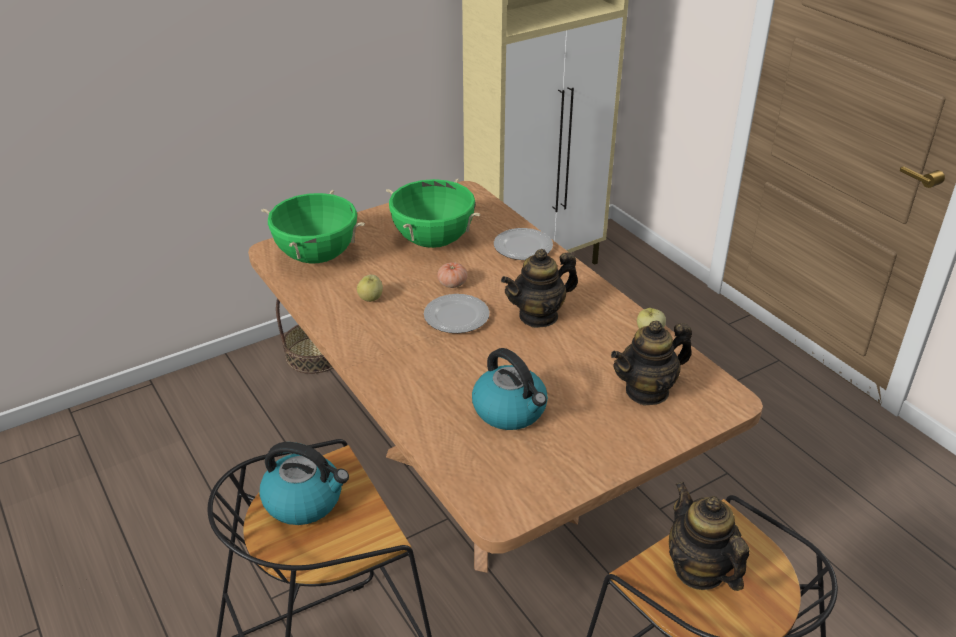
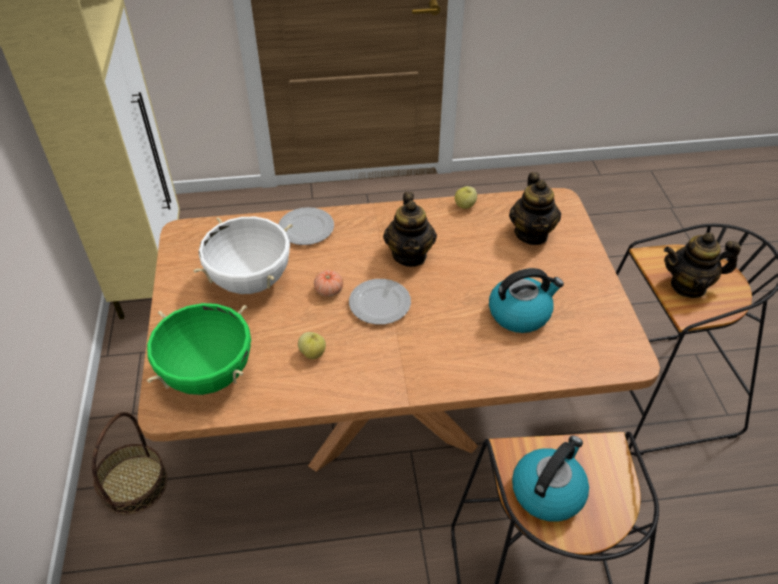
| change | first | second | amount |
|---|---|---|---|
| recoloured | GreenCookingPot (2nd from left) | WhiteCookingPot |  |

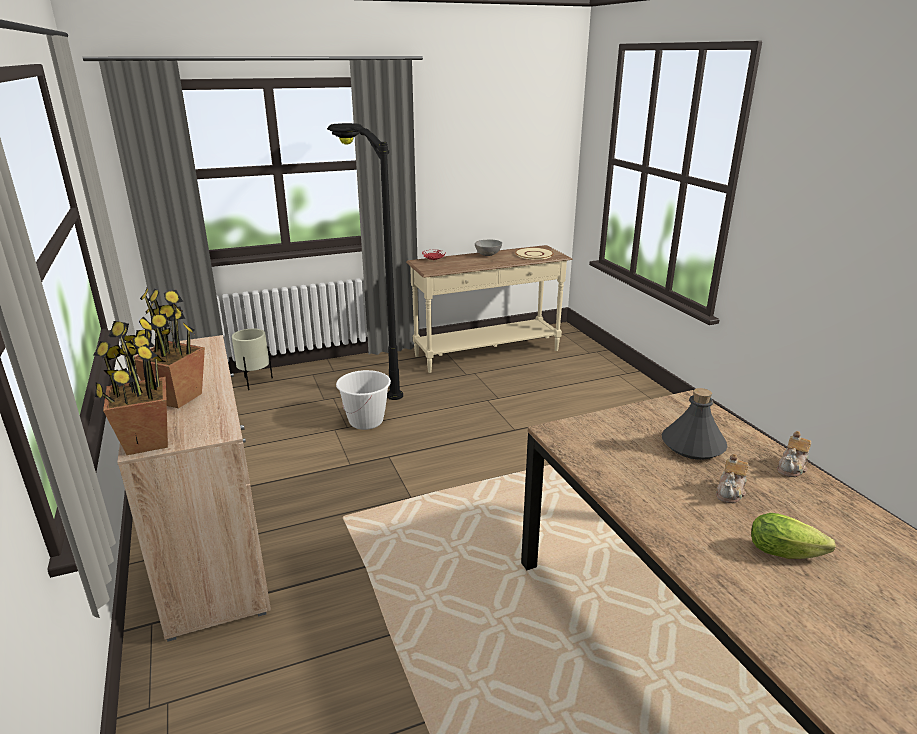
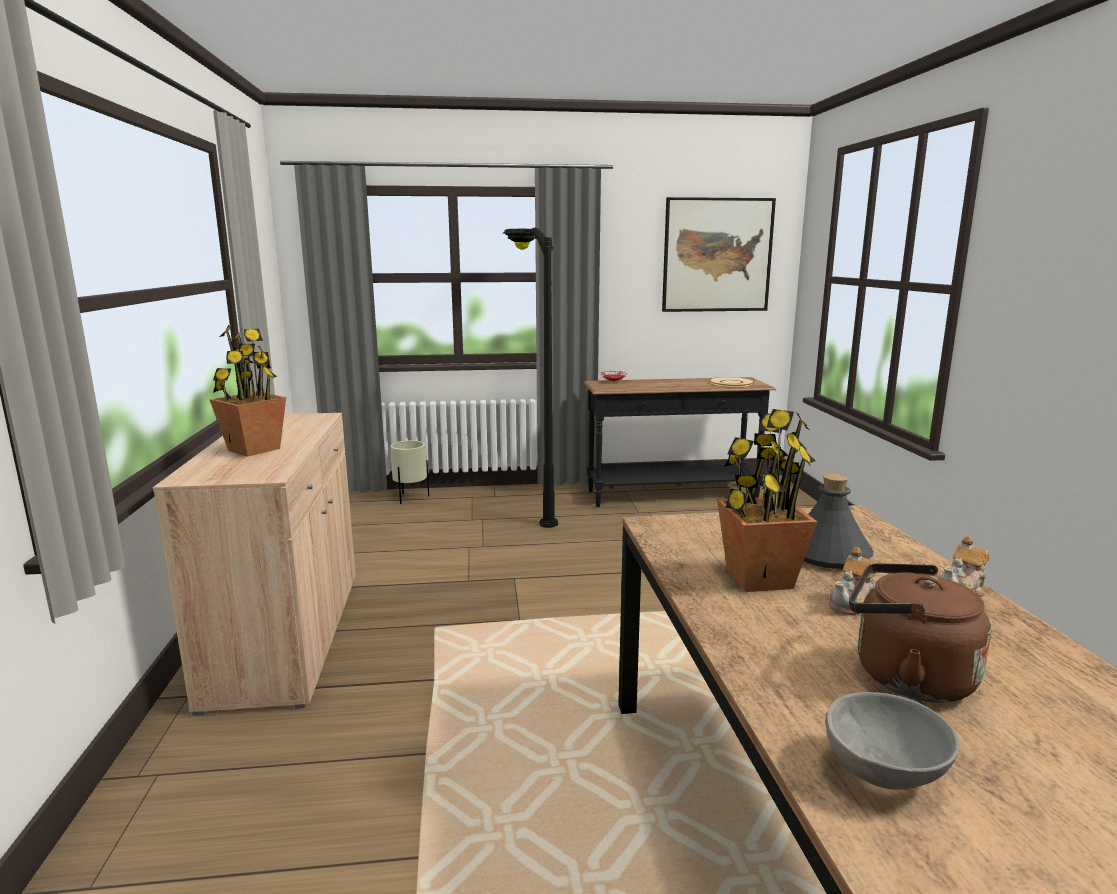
| change | first | second | amount |
|---|---|---|---|
| removed | WhiteBucket |  |  |
| added |  | Picture |  |
| moved | PottedPlant (1st from left in the first image) | PottedPlant (2nd from left) |  |
| moved | GreyBowl |  |  |
| replaced | Lettuce | BrownKettle |  |
| recoloured | BeigeConsoleTable | BlackConsoleTable |  |

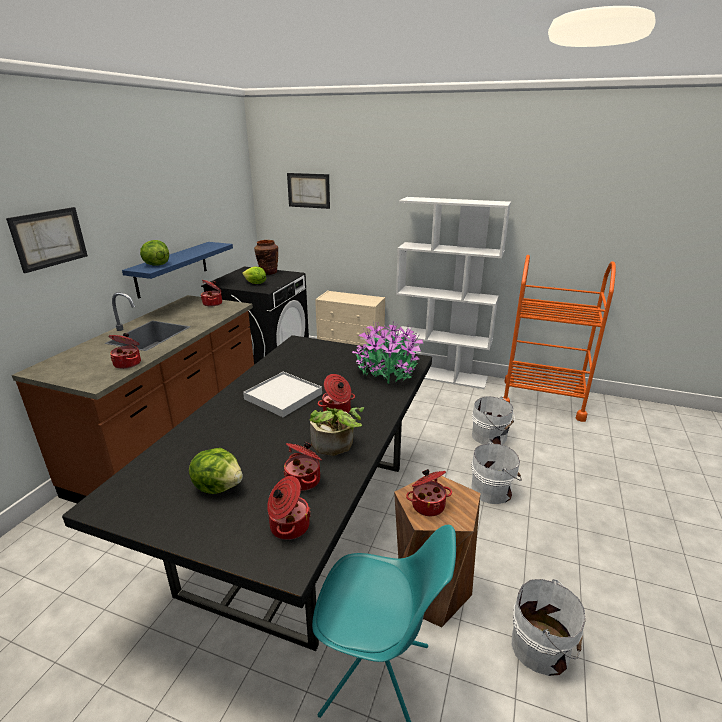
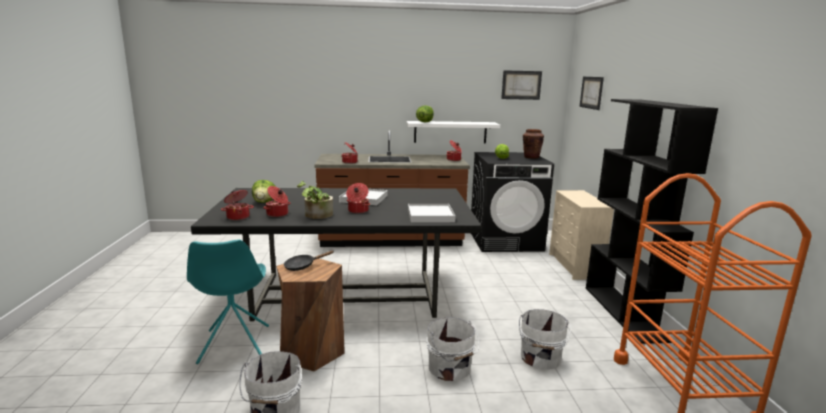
| change | first | second | amount |
|---|---|---|---|
| moved | Picture (1st from left) |  |  |
| replaced | PottedPlant (2nd from left) | WhiteTray (2nd from left) |  |
| replaced | CookingPot (6th from left) | BlackFryingPan |  |
| recoloured | BlueShelf | WhiteShelf |  |
| recoloured | WhiteBookcase | BlackBookcase |  |

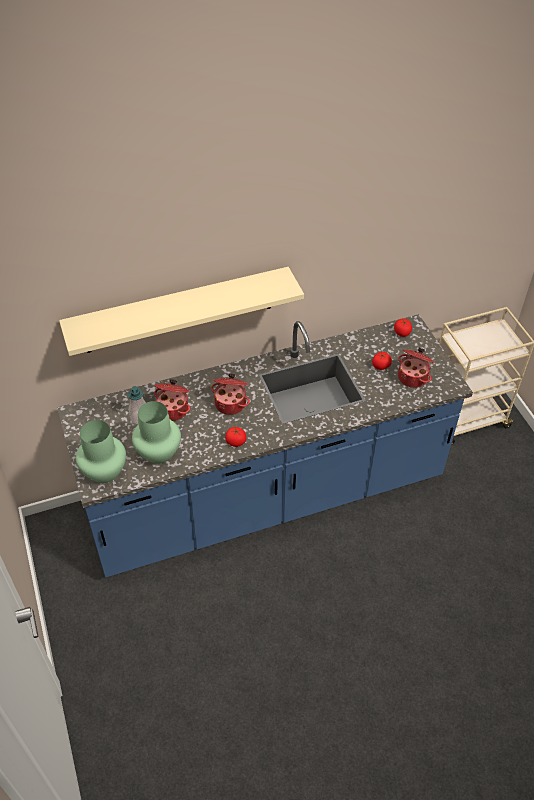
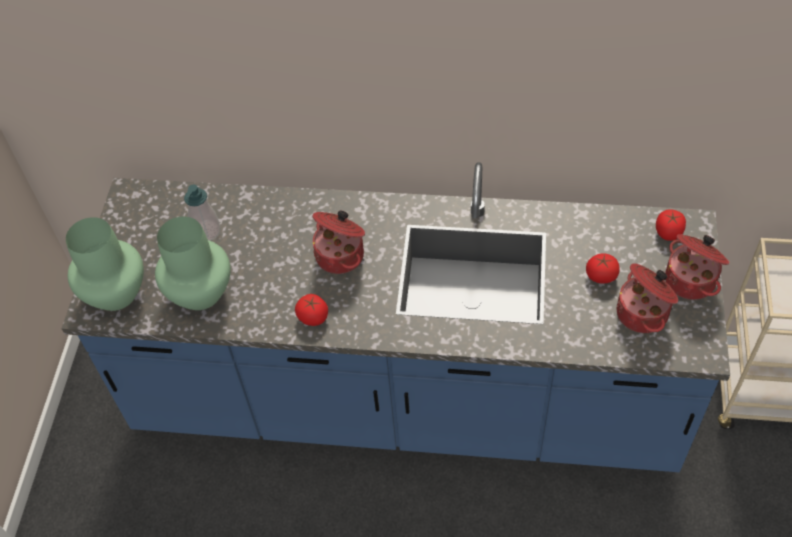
| change | first | second | amount |
|---|---|---|---|
| removed | BeigeShelf |  |  |
| moved | CookingPot (1st from left in the first image) | CookingPot (3rd from left) |  |

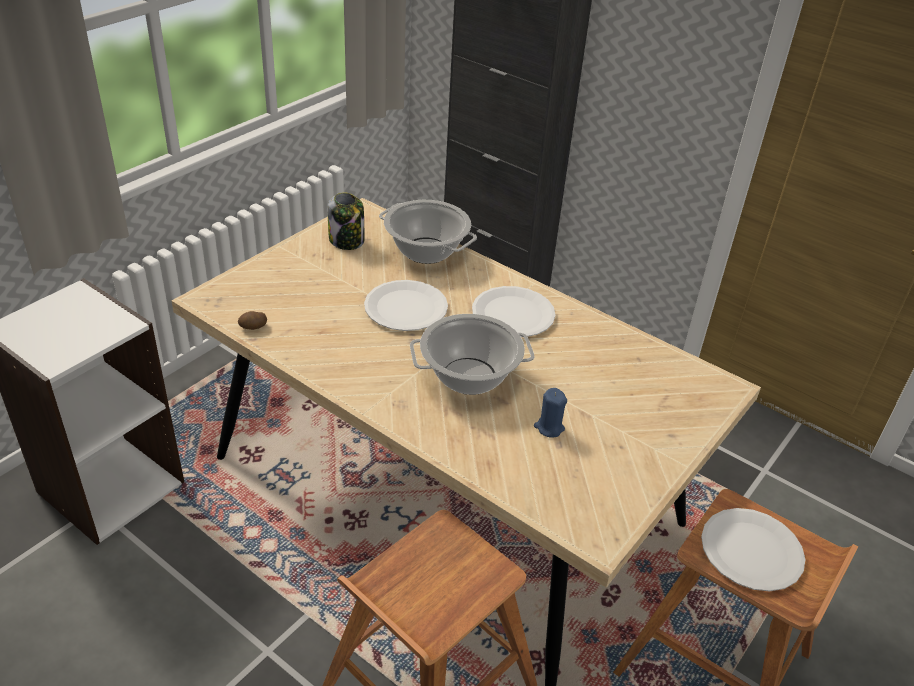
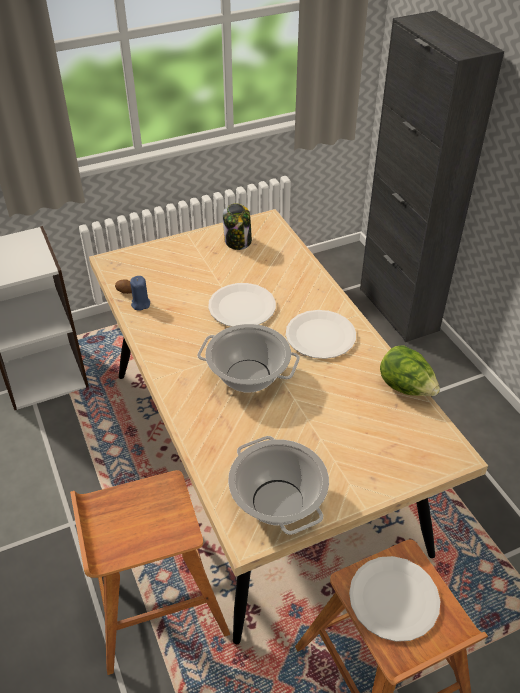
| change | first | second | amount |
|---|---|---|---|
| added |  | Lettuce |  |
| moved | CookingPot (1st from left in the first image) | CookingPot (2nd from left) |  |
| moved | BlueCandle |  |  |

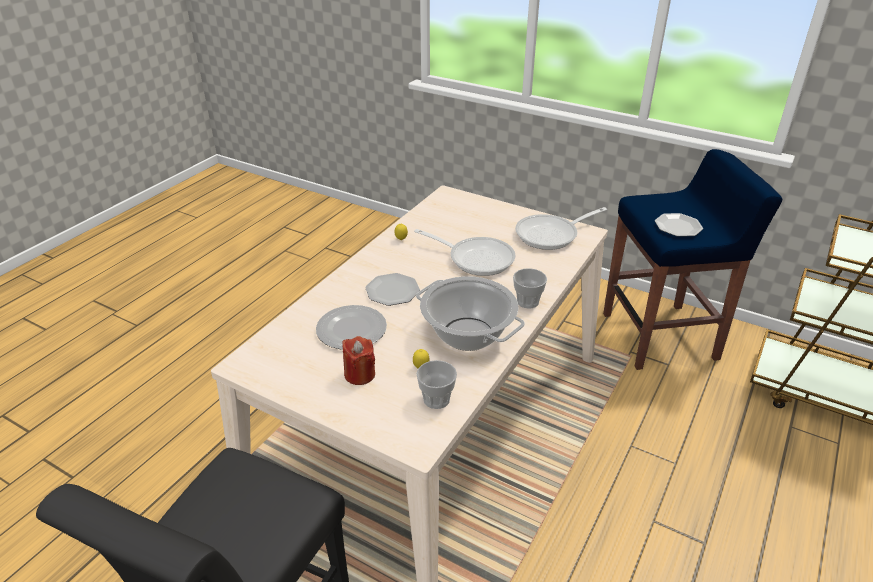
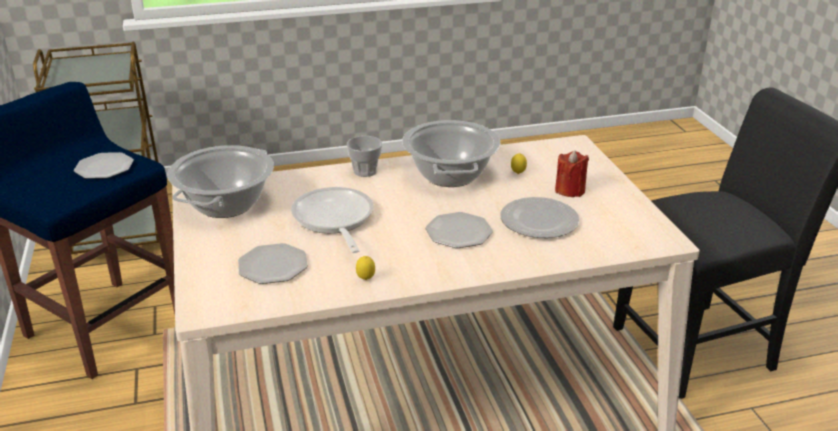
| change | first | second | amount |
|---|---|---|---|
| removed | Cup (1st from left) |  |  |
| added |  | Plate (2nd from left) |  |
| replaced | FryingPan (2nd from left) | CookingPot (1st from left) |  |

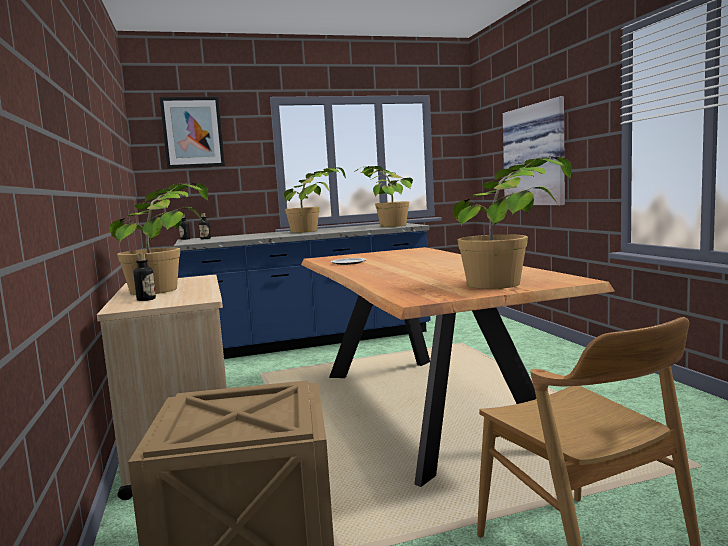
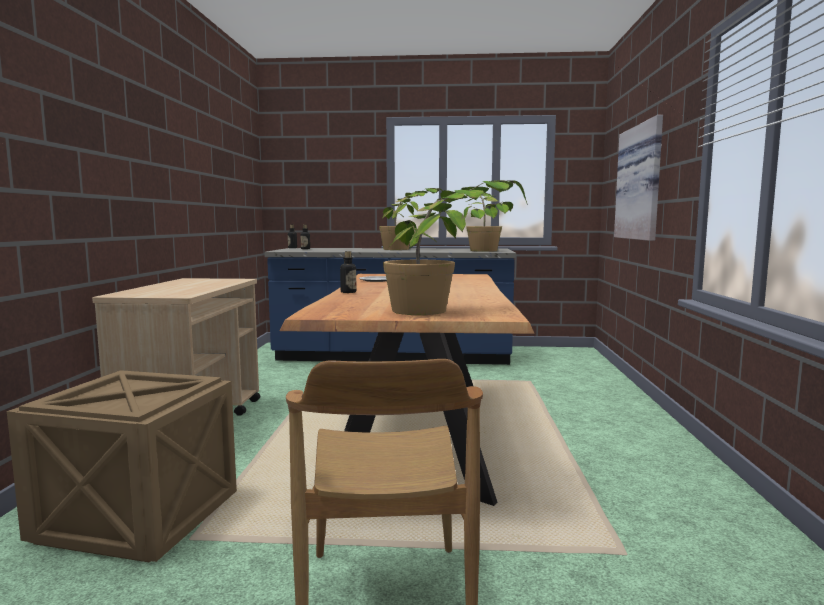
| change | first | second | amount |
|---|---|---|---|
| removed | PottedPlant (1st from left) |  |  |
| removed | Picture (1st from left) |  |  |
| moved | Bottle (1st from left in the first image) | Bottle (3rd from left) |  |

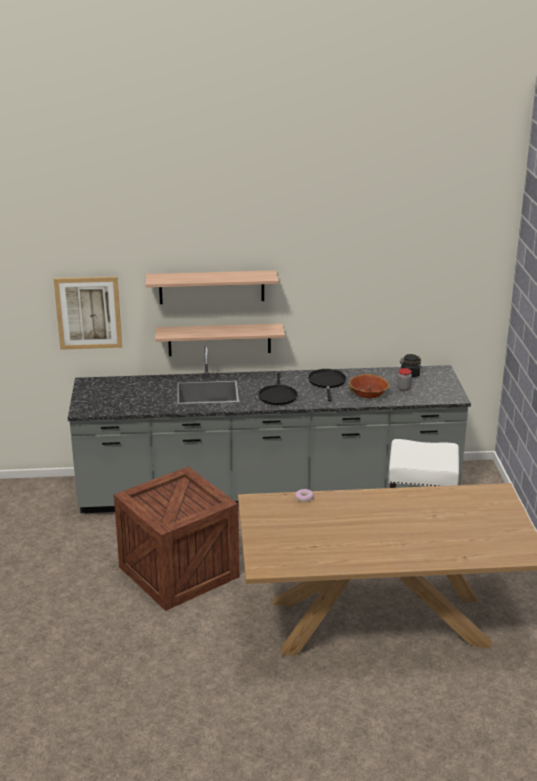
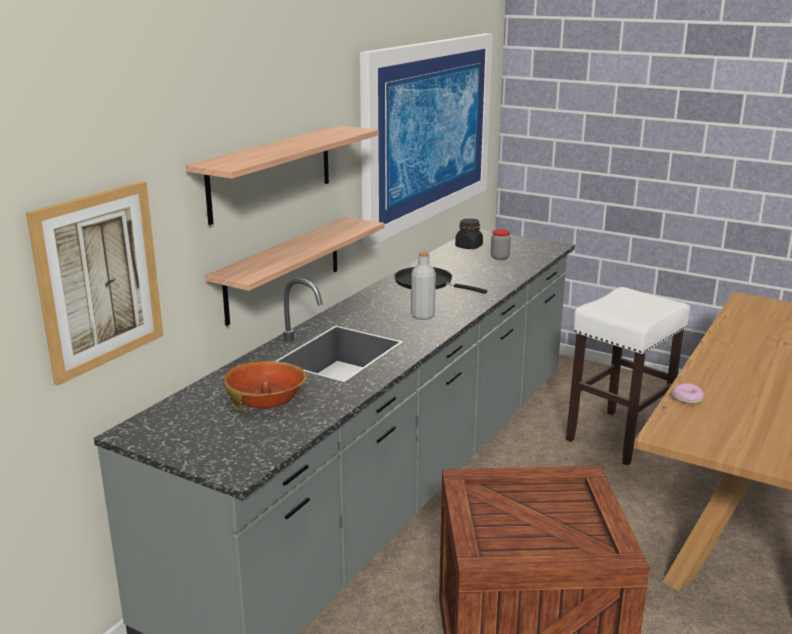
| change | first | second | amount |
|---|---|---|---|
| added |  | Picture (2nd from left) |  |
| moved | Bowl |  |  |
| replaced | BlackFryingPan (1st from left) | GreyBottle |  |

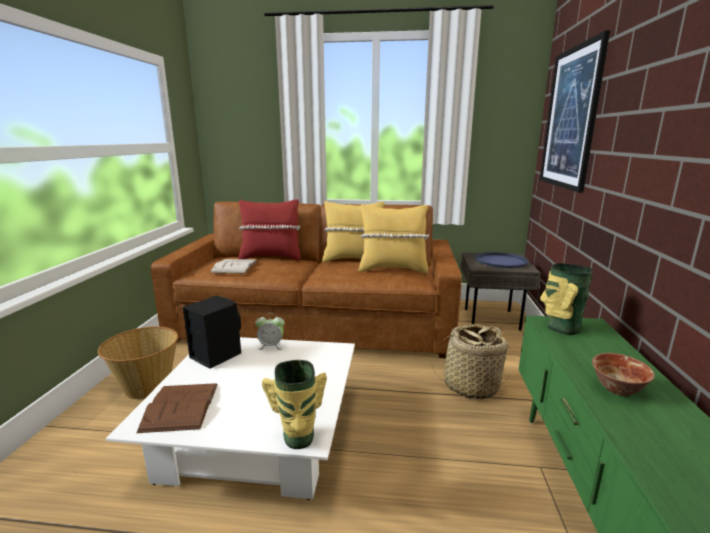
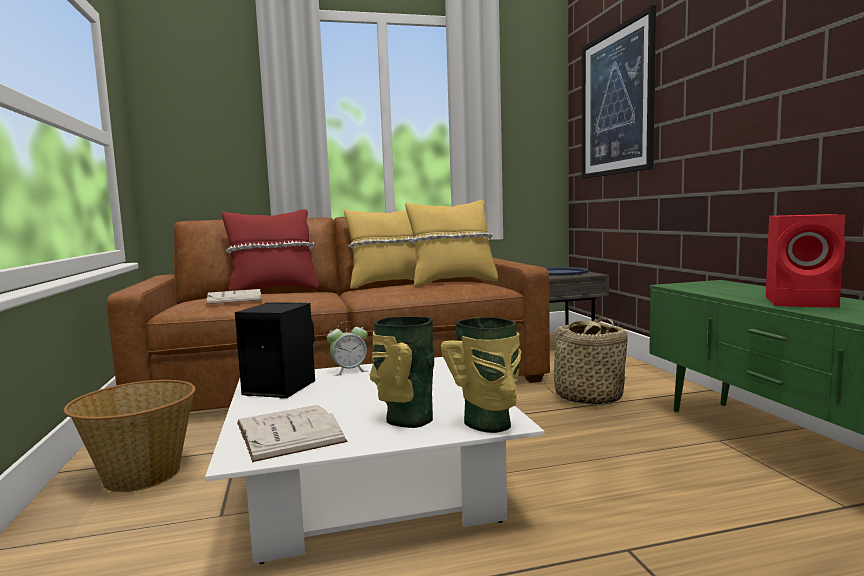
| change | first | second | amount |
|---|---|---|---|
| moved | Vase (2nd from left in the first image) | Vase (1st from left) |  |
| replaced | Bowl | RedSpeaker |  |
| recoloured | BrownBook | WhiteBook (2nd from left) |  |

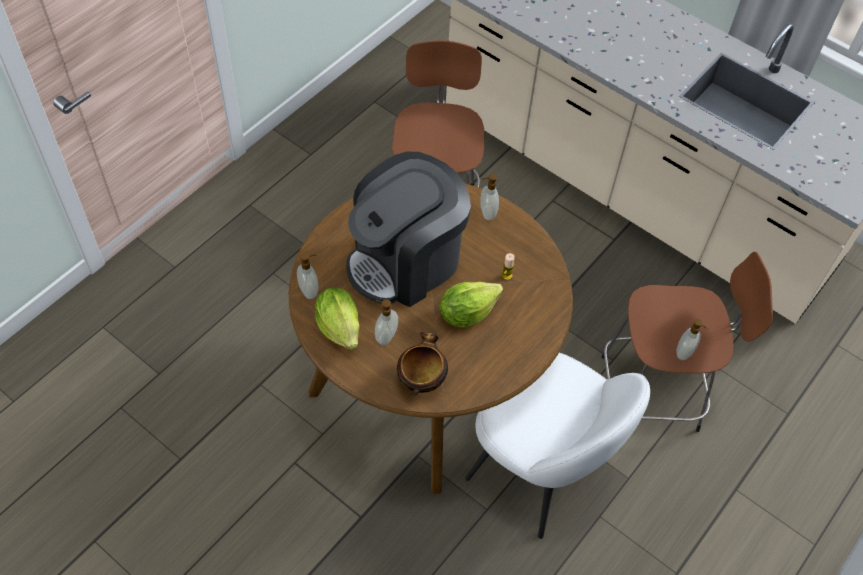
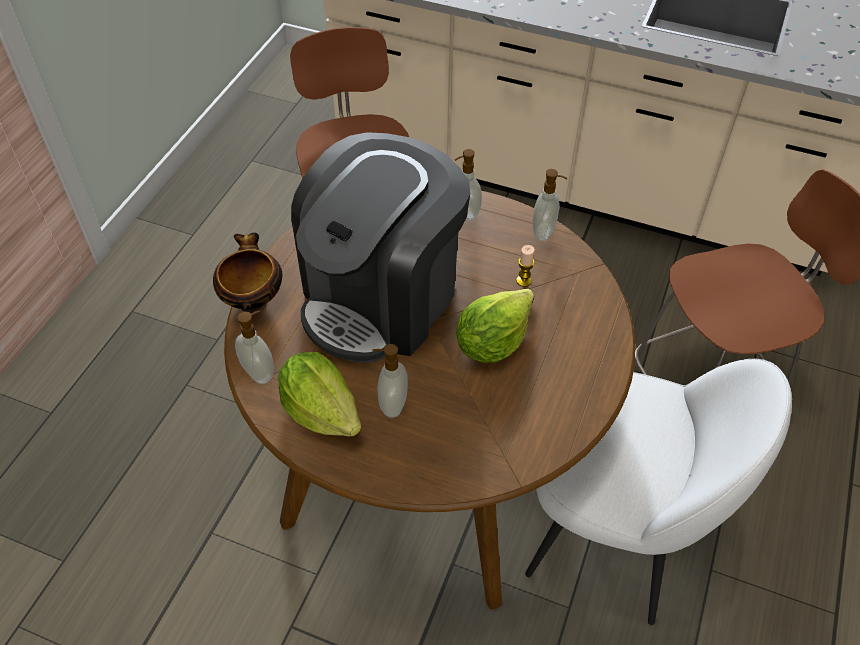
| change | first | second | amount |
|---|---|---|---|
| moved | Bowl |  |  |
| moved | SoapDispenser (4th from left) |  |  |

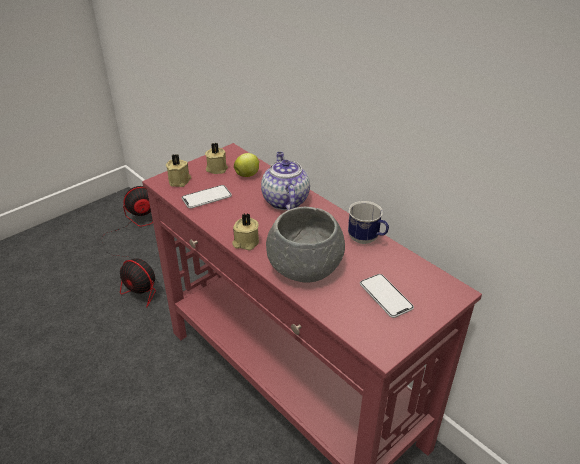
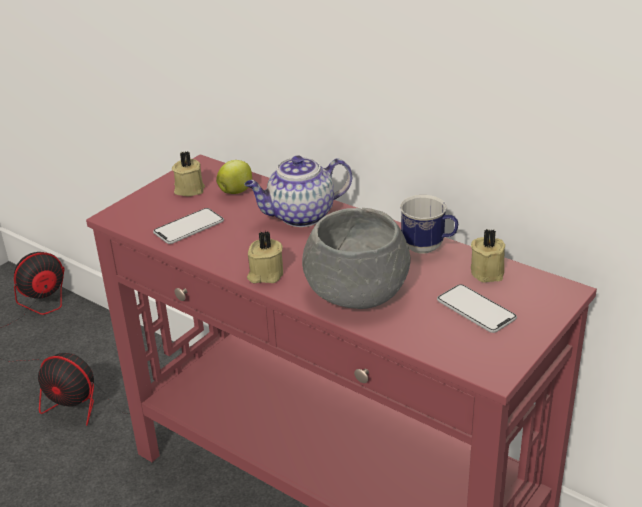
| change | first | second | amount |
|---|---|---|---|
| moved | BeigeCandle (1st from left in the first image) | BeigeCandle (3rd from left) |  |
| turned | Teapot |  | 90 degrees counterclockwise |

